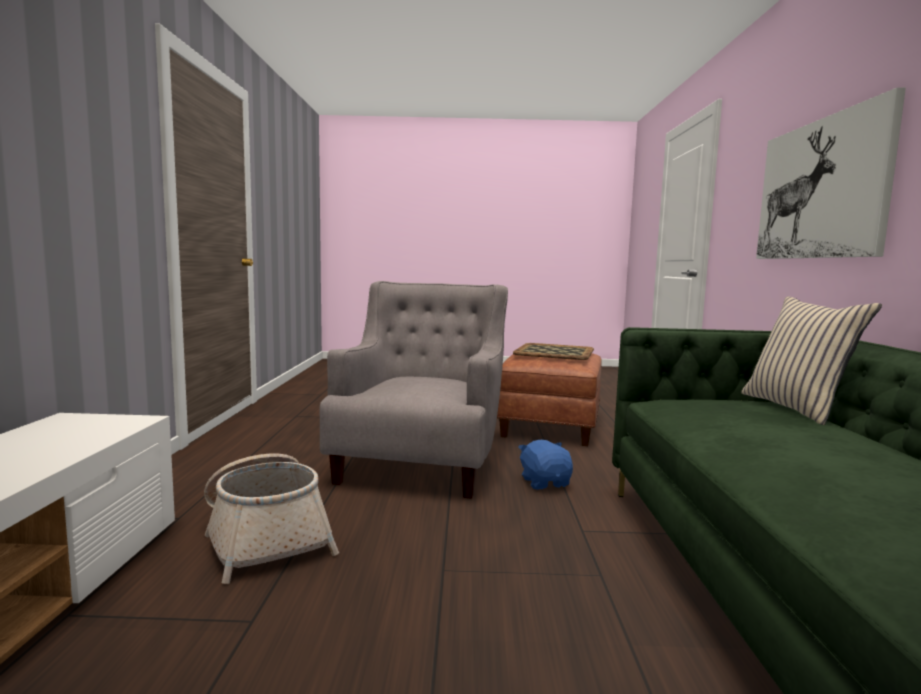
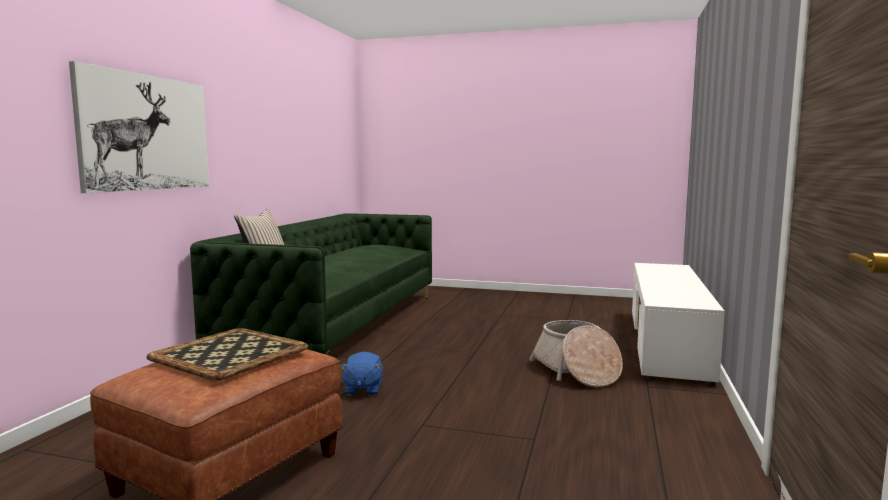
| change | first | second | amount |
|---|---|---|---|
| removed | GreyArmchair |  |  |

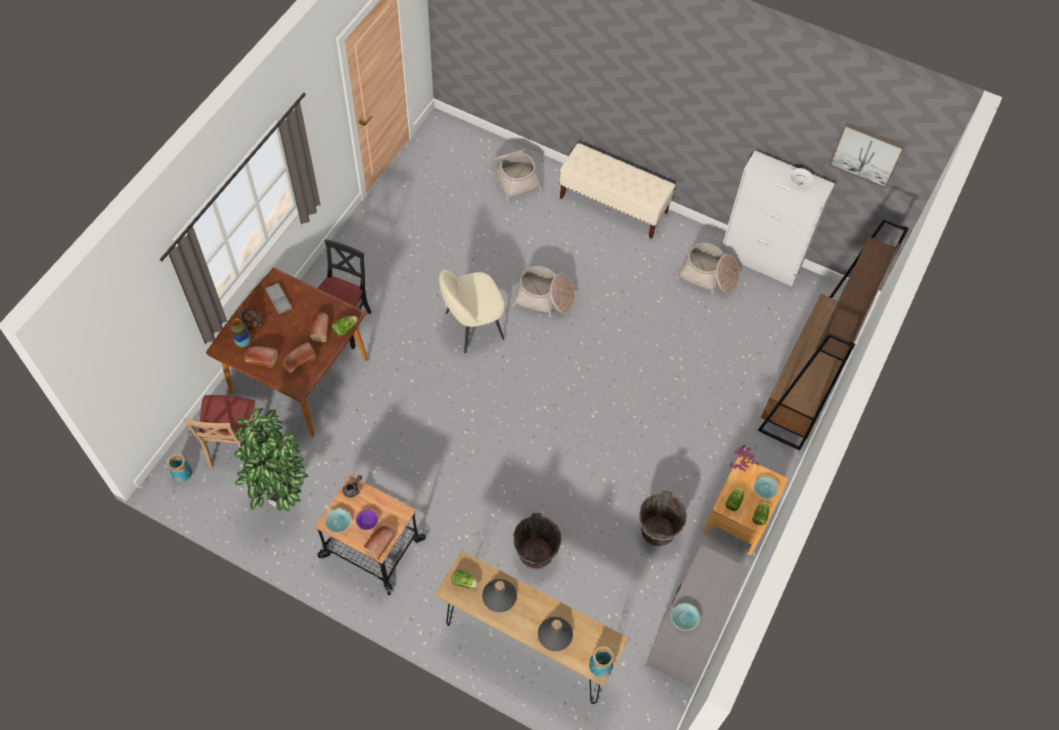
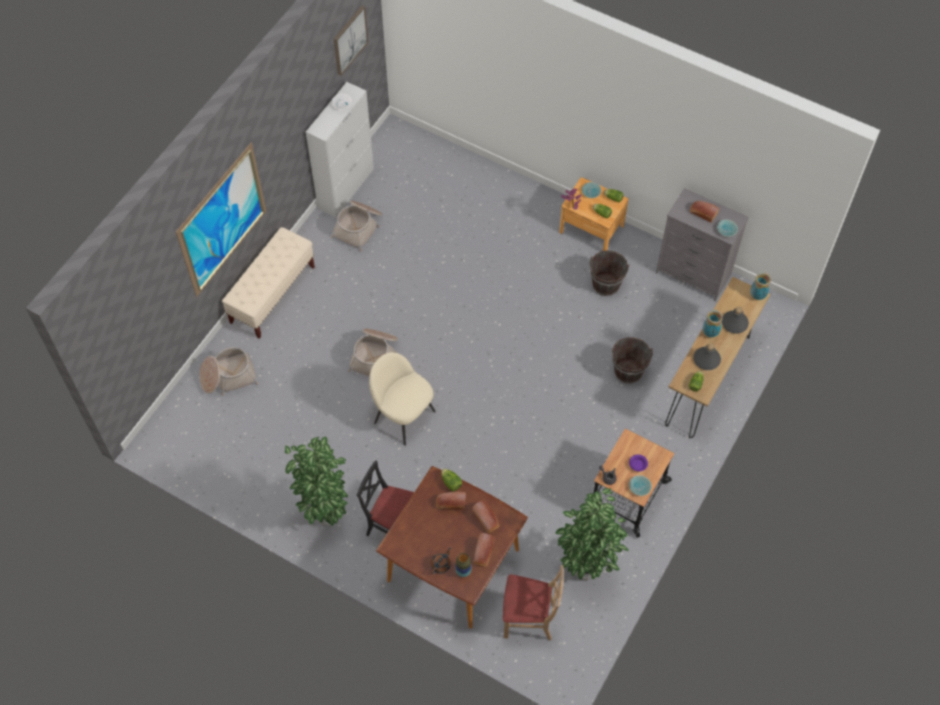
| change | first | second | amount |
|---|---|---|---|
| removed | GreyTray |  |  |
| removed | BrownBookcase |  |  |
| added |  | Picture (1st from left) |  |
| added |  | PottedPlant (1st from left) |  |
| moved | Vase (1st from left in the first image) | Vase (2nd from left) |  |
| moved | Bread (4th from left) |  |  |
| turned | BeigeChair (2nd from left in the first image) | BeigeChair (1st from left) | 150 degrees clockwise |

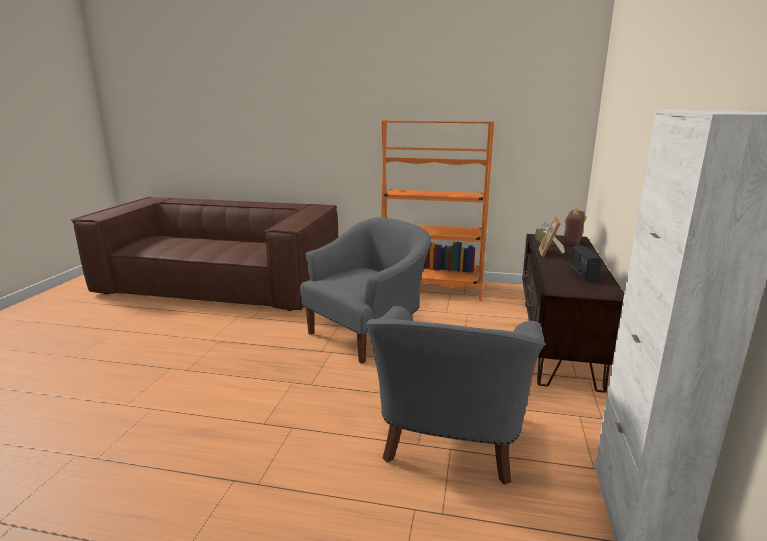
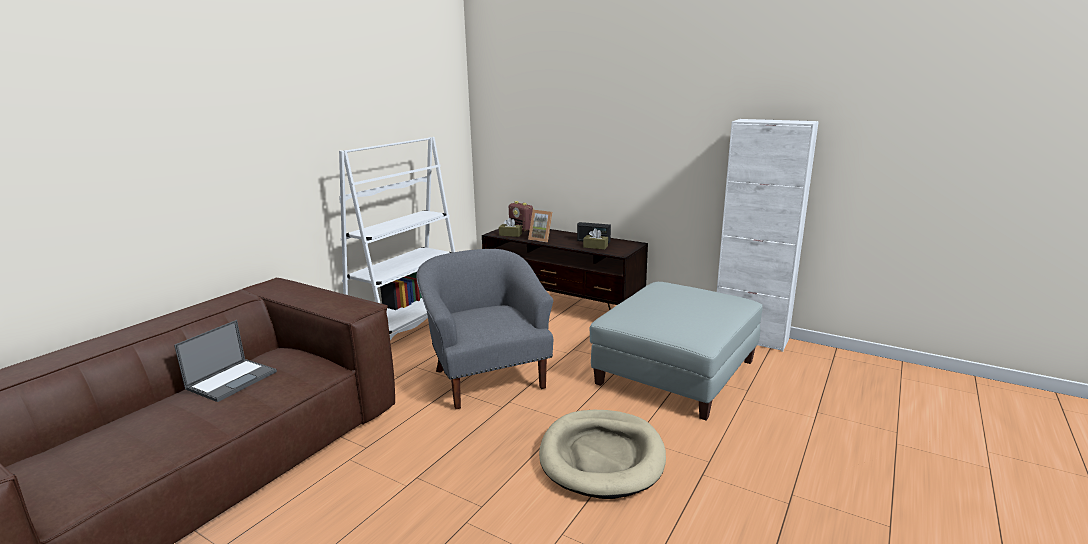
| change | first | second | amount |
|---|---|---|---|
| added |  | Laptop |  |
| added |  | BeigeDogBed |  |
| added |  | BrownTissueBox (2nd from left) |  |
| replaced | GreyArmchair (2nd from left) | GreyOttoman |  |
| recoloured | OrangeBookcase | WhiteBookcase |  |

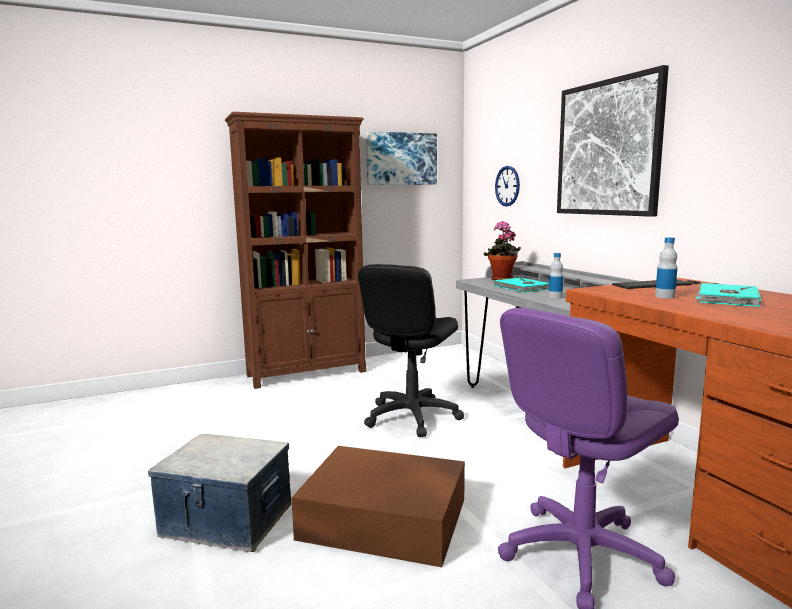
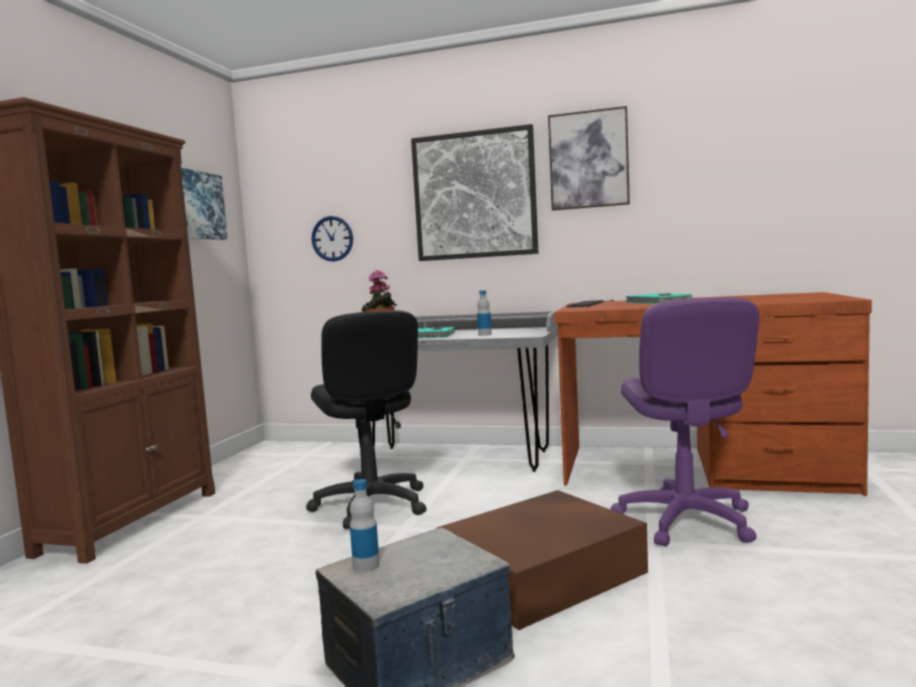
| change | first | second | amount |
|---|---|---|---|
| added |  | Picture (3rd from left) |  |
| moved | Bottle (2nd from left in the first image) | Bottle (1st from left) |  |

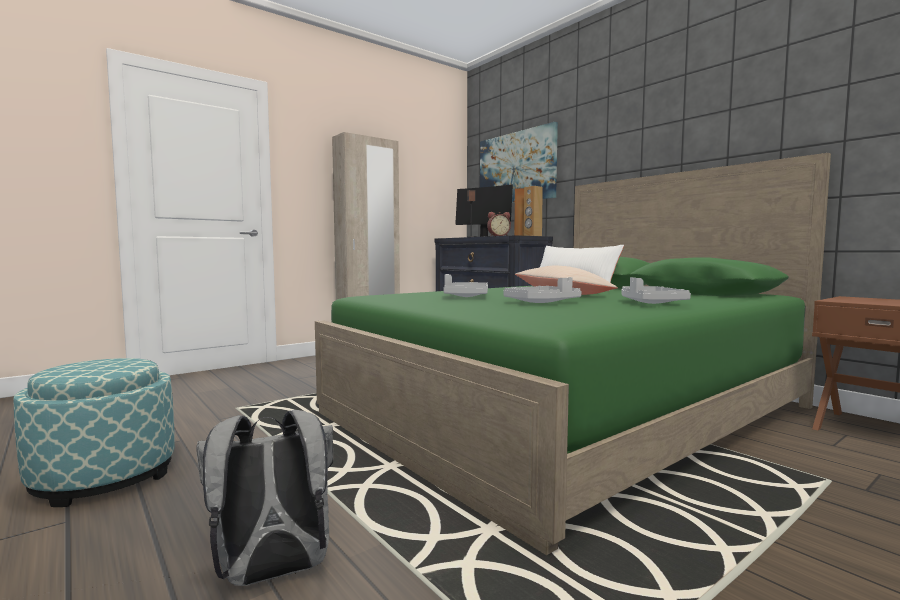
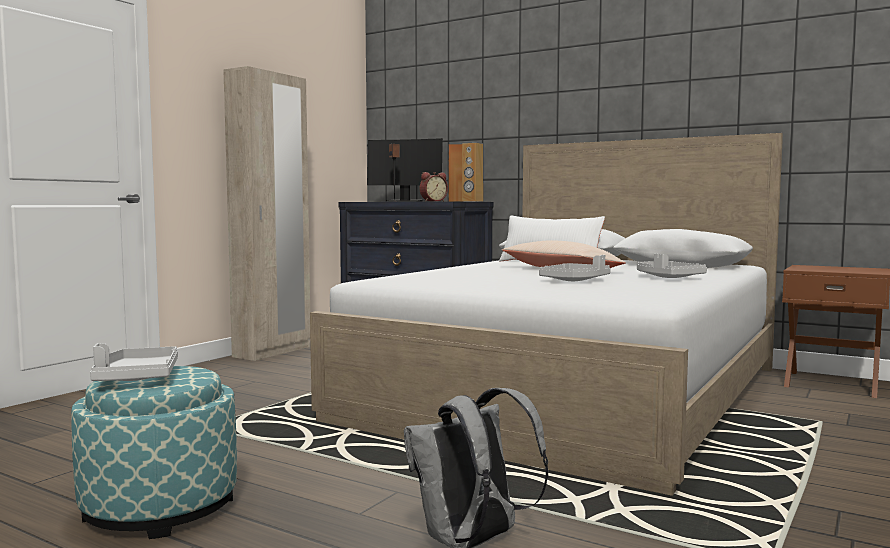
| change | first | second | amount |
|---|---|---|---|
| removed | Picture |  |  |
| moved | GreyTray (1st from left) |  |  |
| recoloured | GreenBed | WhiteBed |  |

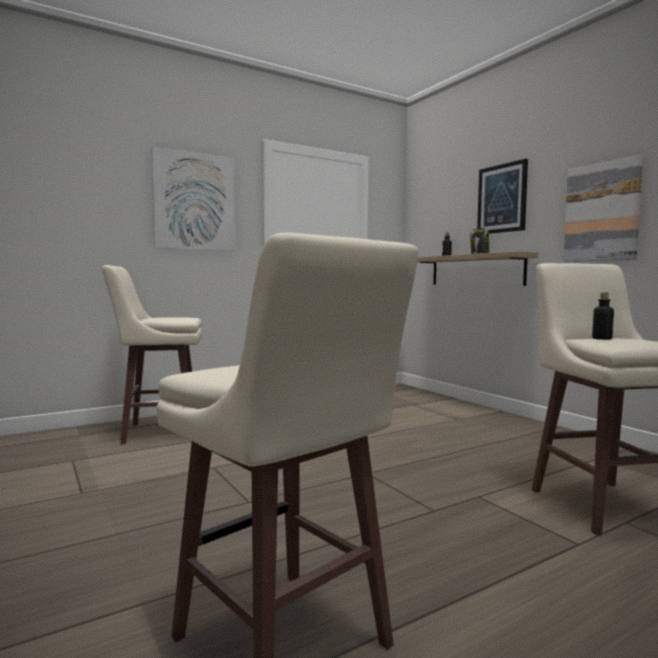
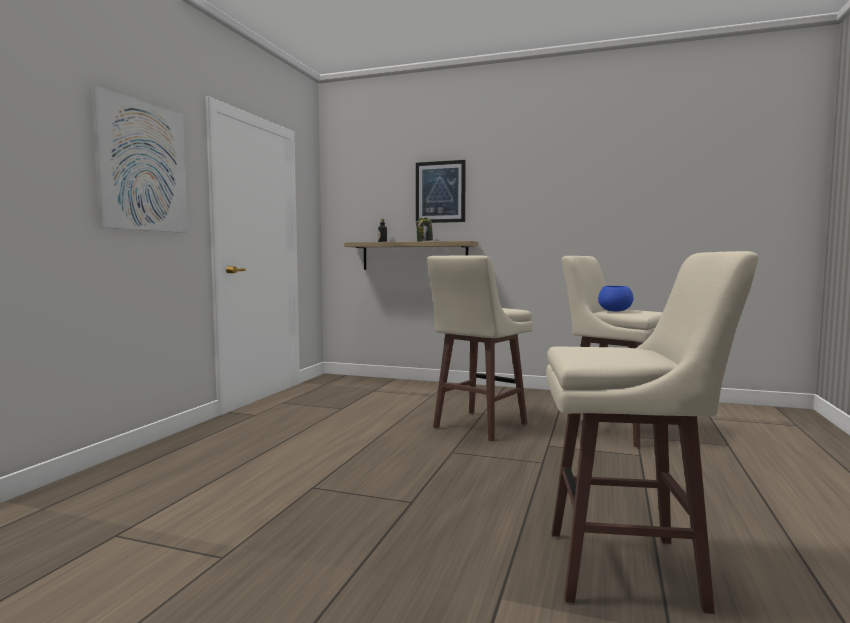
| change | first | second | amount |
|---|---|---|---|
| removed | Picture (3rd from left) |  |  |
| moved | BeigeStool (1st from left) |  |  |
| replaced | Bottle (2nd from left) | BlueBowl |  |

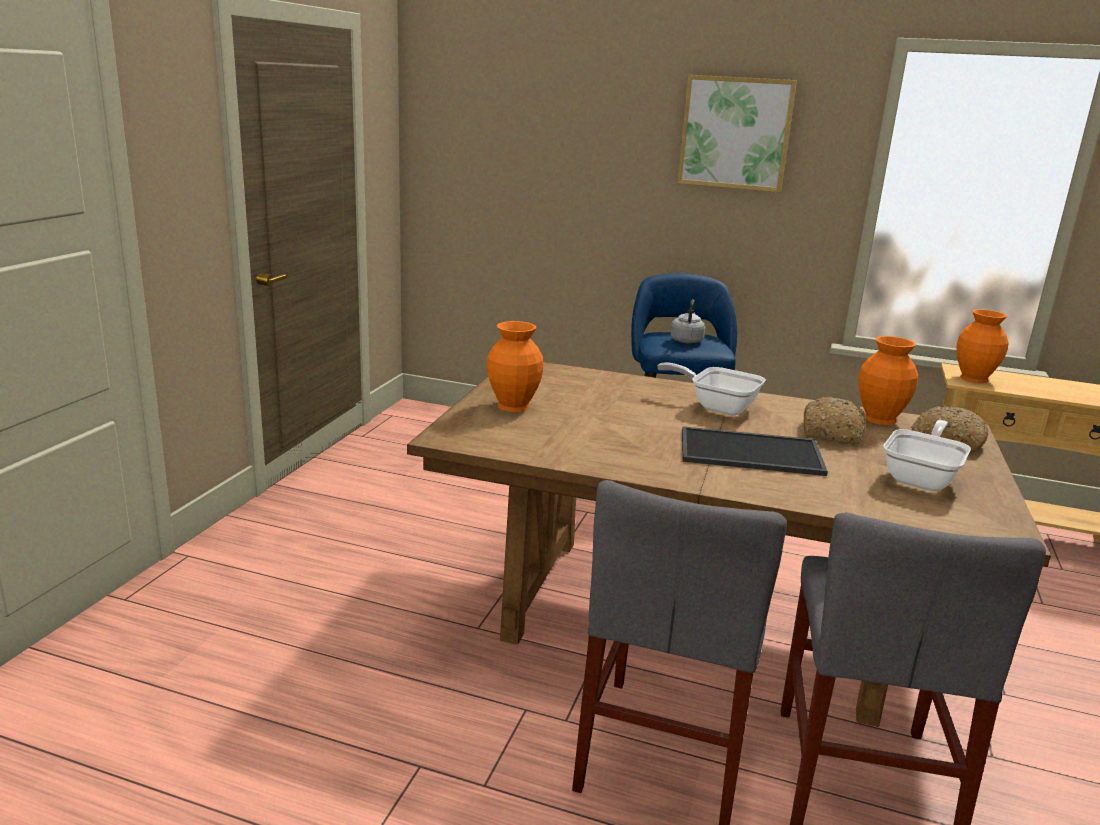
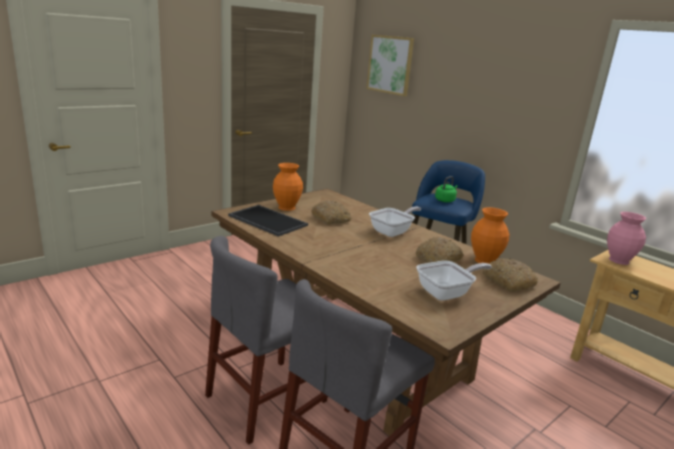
| change | first | second | amount |
|---|---|---|---|
| added |  | Bread (1st from left) |  |
| moved | Picture |  |  |
| moved | Tray |  |  |
| recoloured | GreyKettle | GreenKettle |  |
| recoloured | OrangeVase (3rd from left) | PinkVase |  |
| turned | FryingPan (1st from left) |  | 75 degrees clockwise |

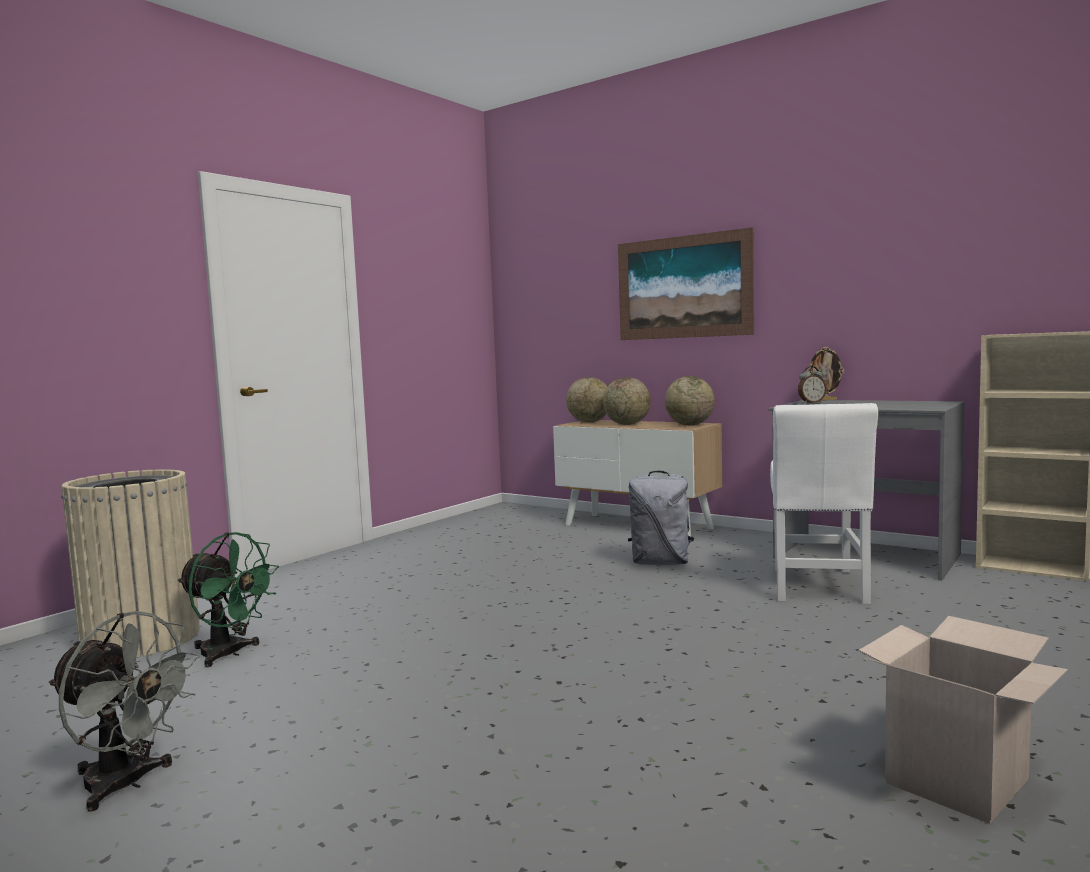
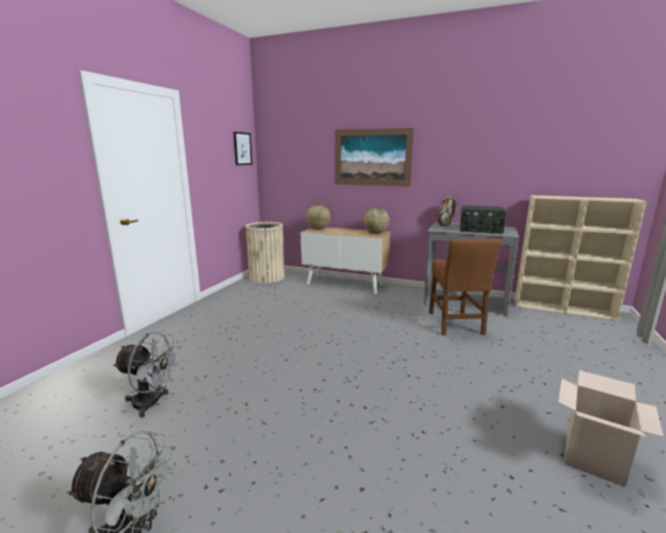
| change | first | second | amount |
|---|---|---|---|
| removed | Globe (2nd from left) |  |  |
| removed | GreyBackpack |  |  |
| added |  | Picture (1st from left) |  |
| added |  | Radio |  |
| moved | BeigeTrashCan |  |  |
| recoloured | GreenFan | GreyFan (2nd from left) |  |
| recoloured | WhiteChair | BrownChair |  |

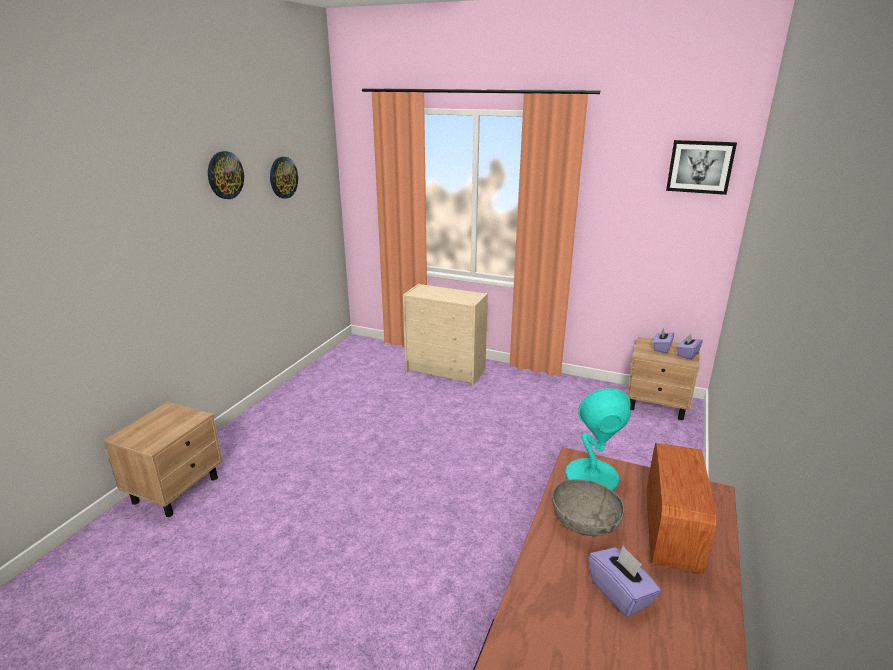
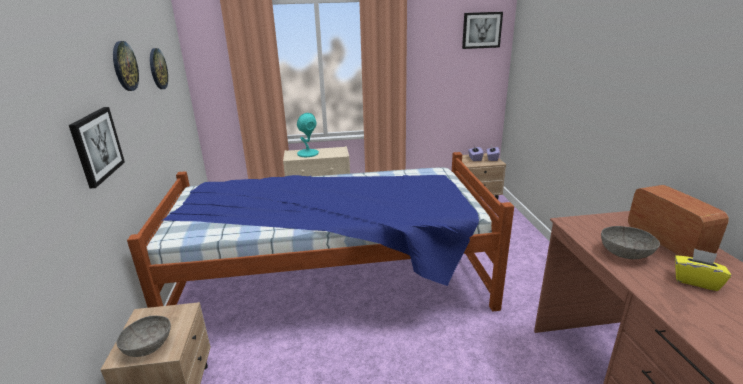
| change | first | second | amount |
|---|---|---|---|
| added |  | Picture (1st from left) |  |
| added |  | GreyBowl (1st from left) |  |
| added |  | Bed |  |
| moved | TurquoiseTableLamp |  |  |
| recoloured | PurpleTissueBox (1st from left) | YellowTissueBox |  |

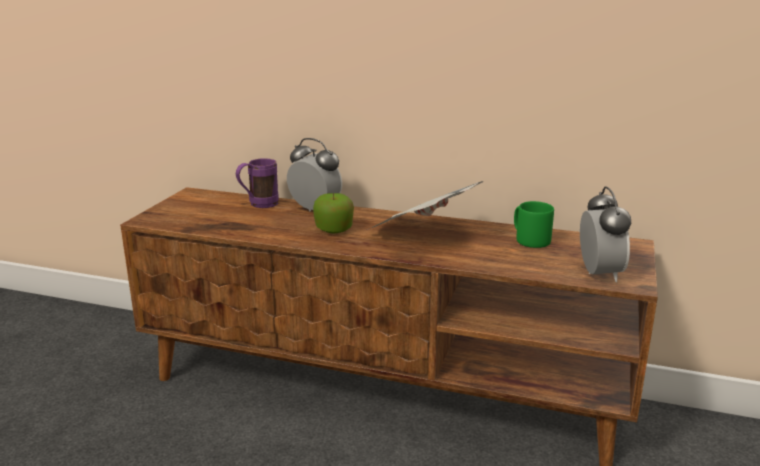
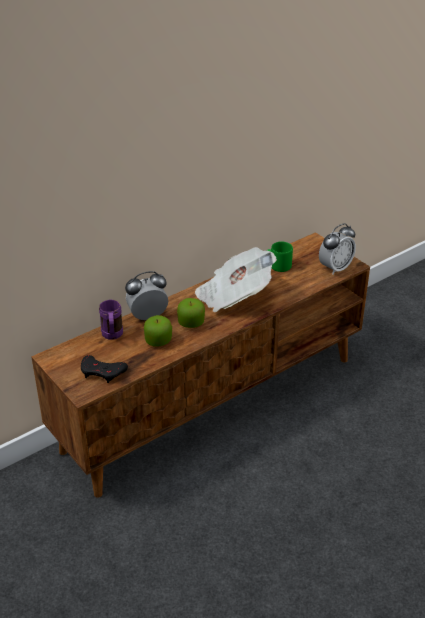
| change | first | second | amount |
|---|---|---|---|
| added |  | BlackGameController |  |
| added |  | Apple (1st from left) |  |
| turned | AlarmClock (2nd from left) |  | 105 degrees clockwise |

